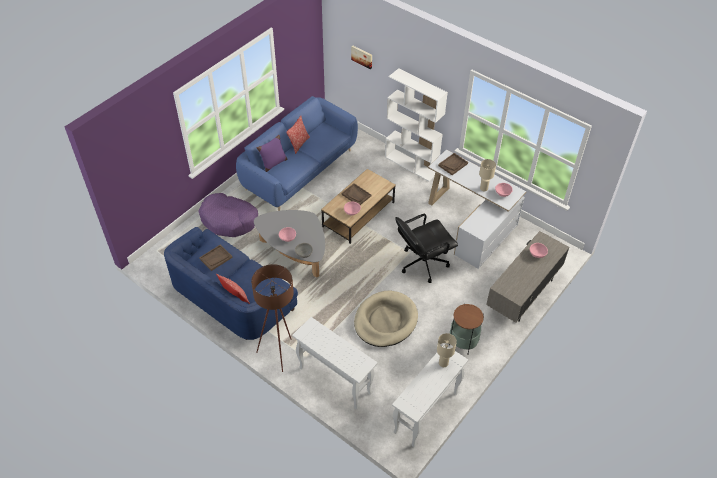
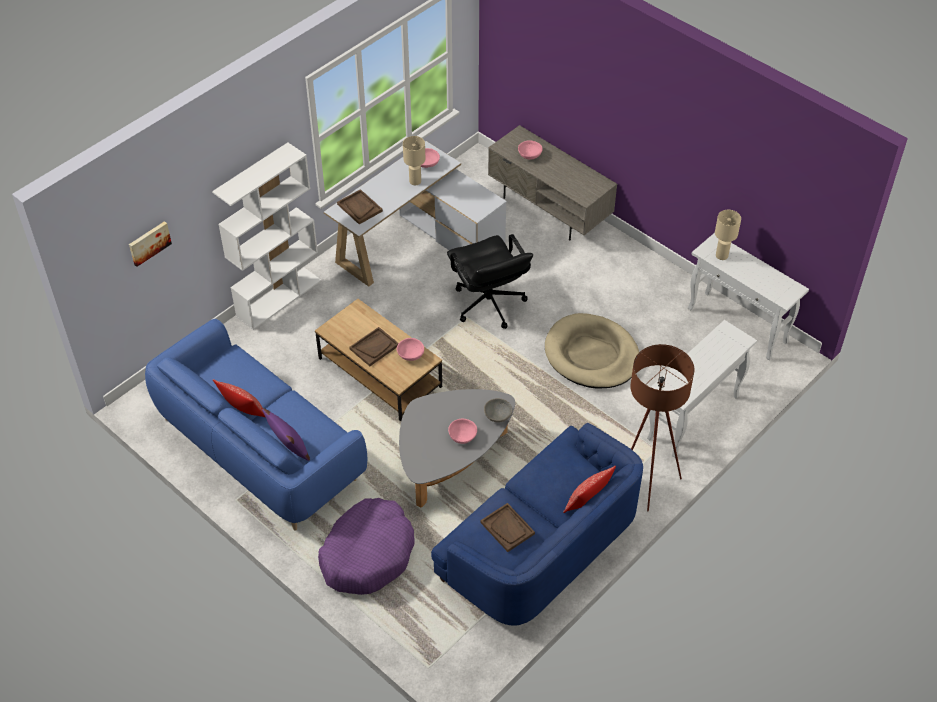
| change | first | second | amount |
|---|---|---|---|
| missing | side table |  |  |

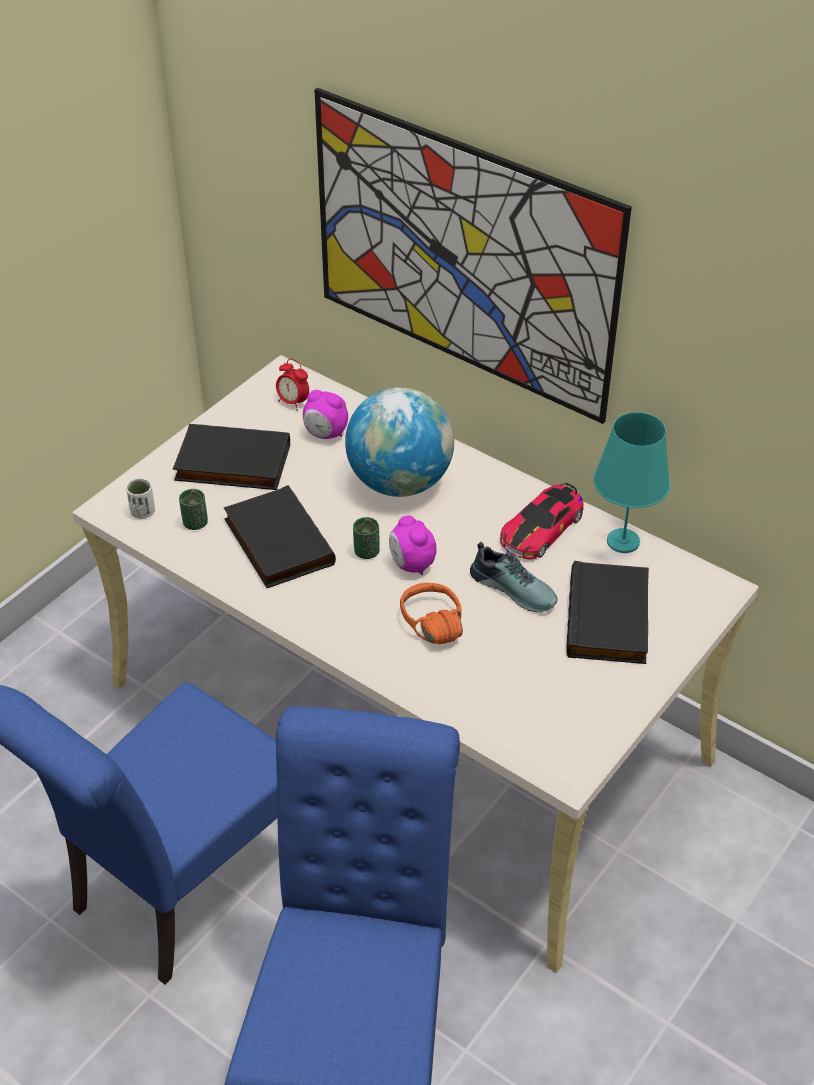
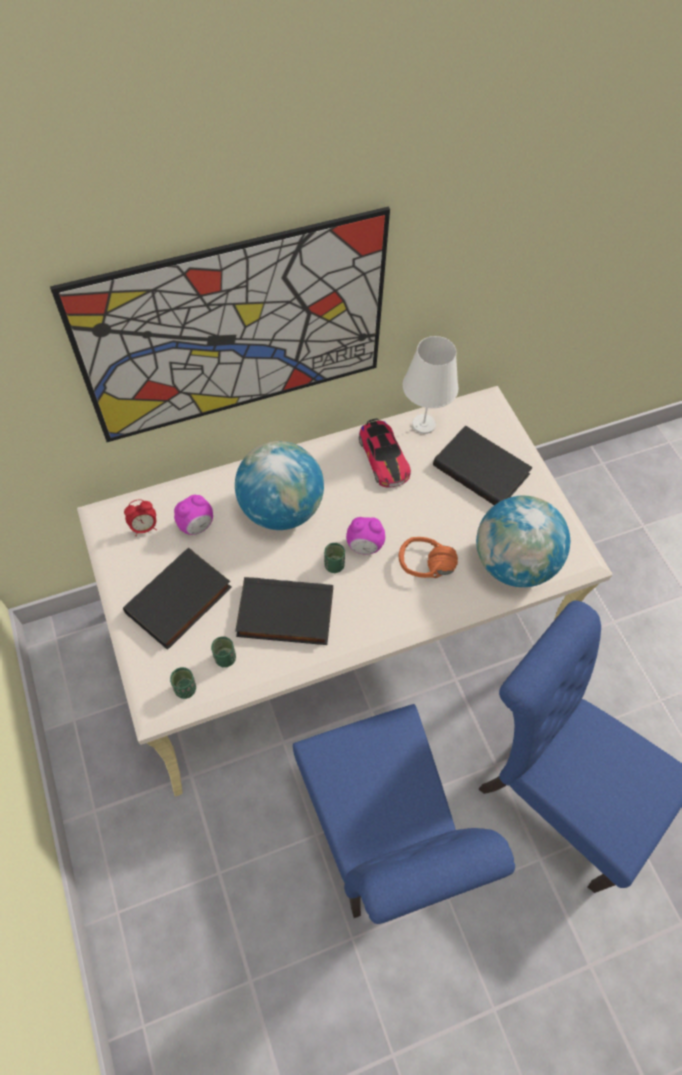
| change | first | second | amount |
|---|---|---|---|
| missing | shoe |  |  |
| appeared |  | globe (no. 2 from left) |  |
| colour | white cup | green cup (no. 1 from left) |  |
| colour | turquoise table lamp | white table lamp |  |

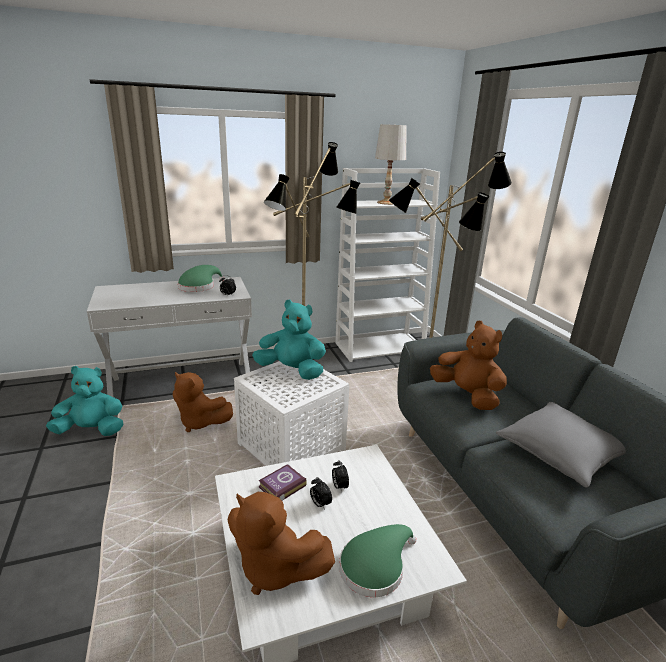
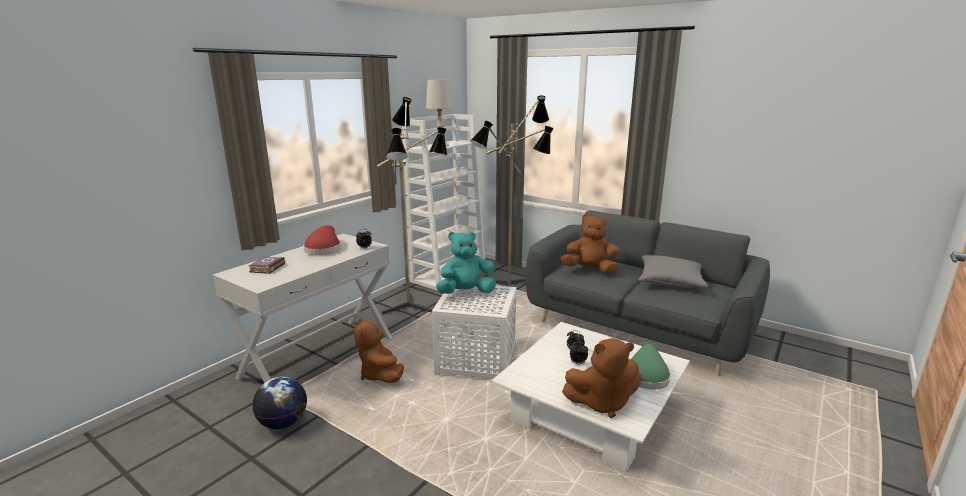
| change | first | second | amount |
|---|---|---|---|
| relocated | book |  |  |
| exchanged | turquoise plush toy (no. 1 from left) | globe |  |
| colour | green hat (no. 1 from left) | red hat |  |
| spun | brown plush toy (no. 1 from left) |  | 75 degrees clockwise |

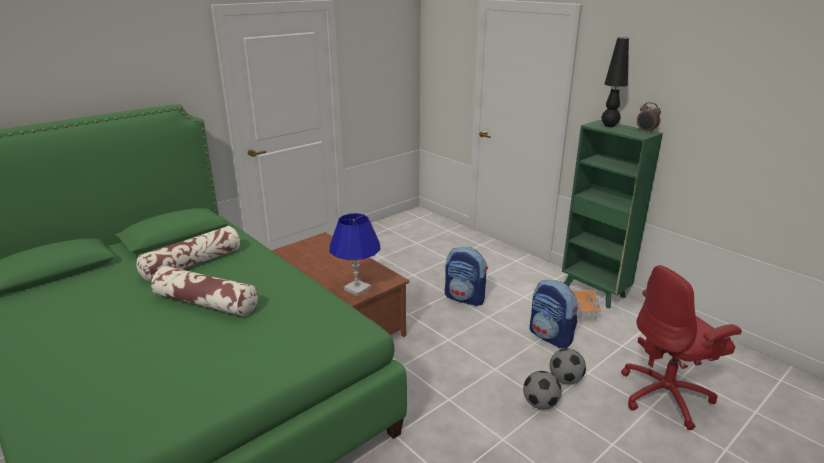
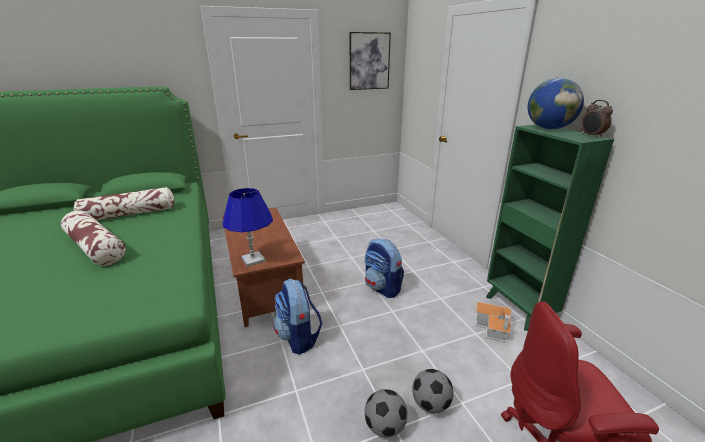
| change | first | second | amount |
|---|---|---|---|
| appeared |  | picture |  |
| relocated | backpack (no. 2 from left in the first image) | backpack (no. 1 from left) |  |
| exchanged | black table lamp | globe |  |

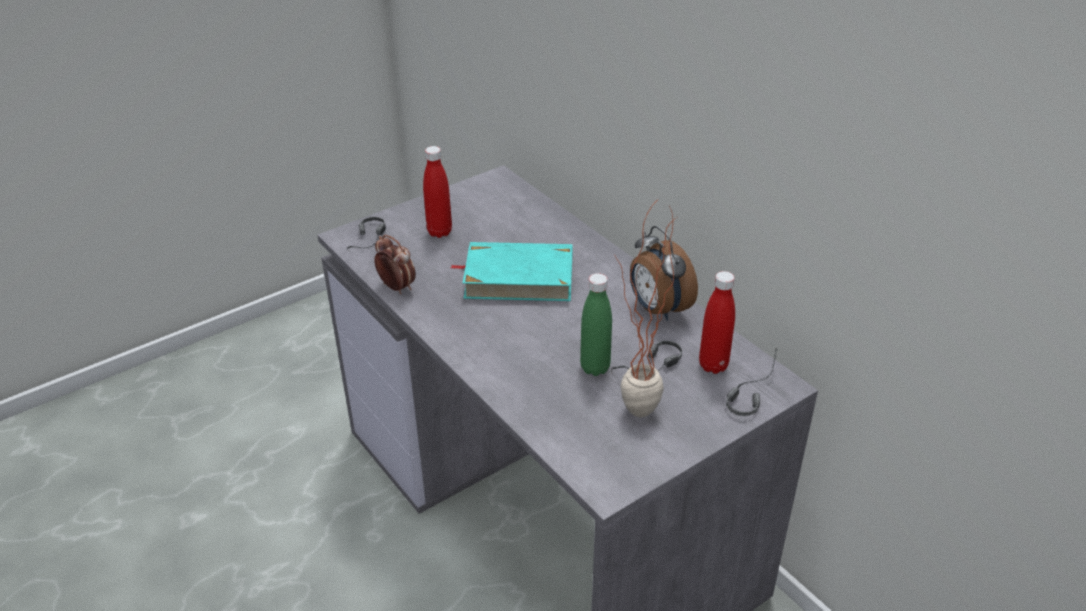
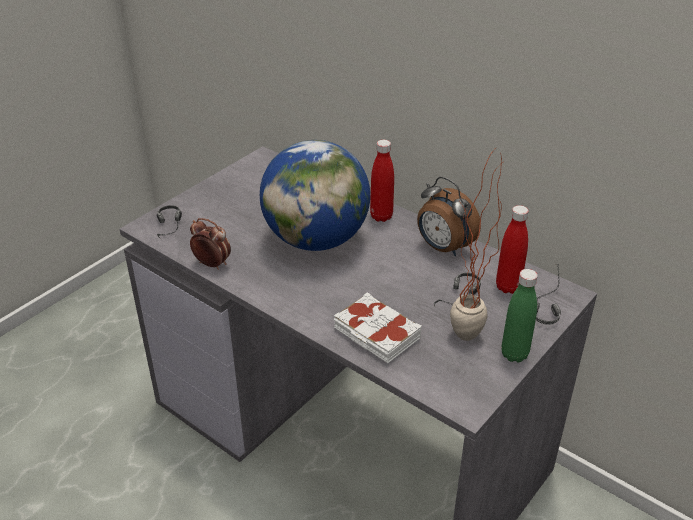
| change | first | second | amount |
|---|---|---|---|
| appeared |  | white book |  |
| relocated | red bottle (no. 1 from left) |  |  |
| relocated | green bottle |  |  |
| exchanged | turquoise book | globe |  |

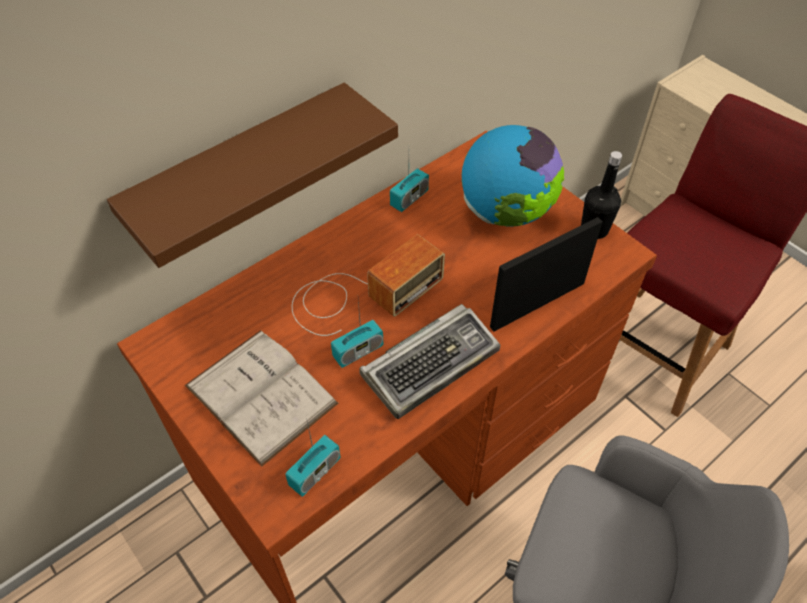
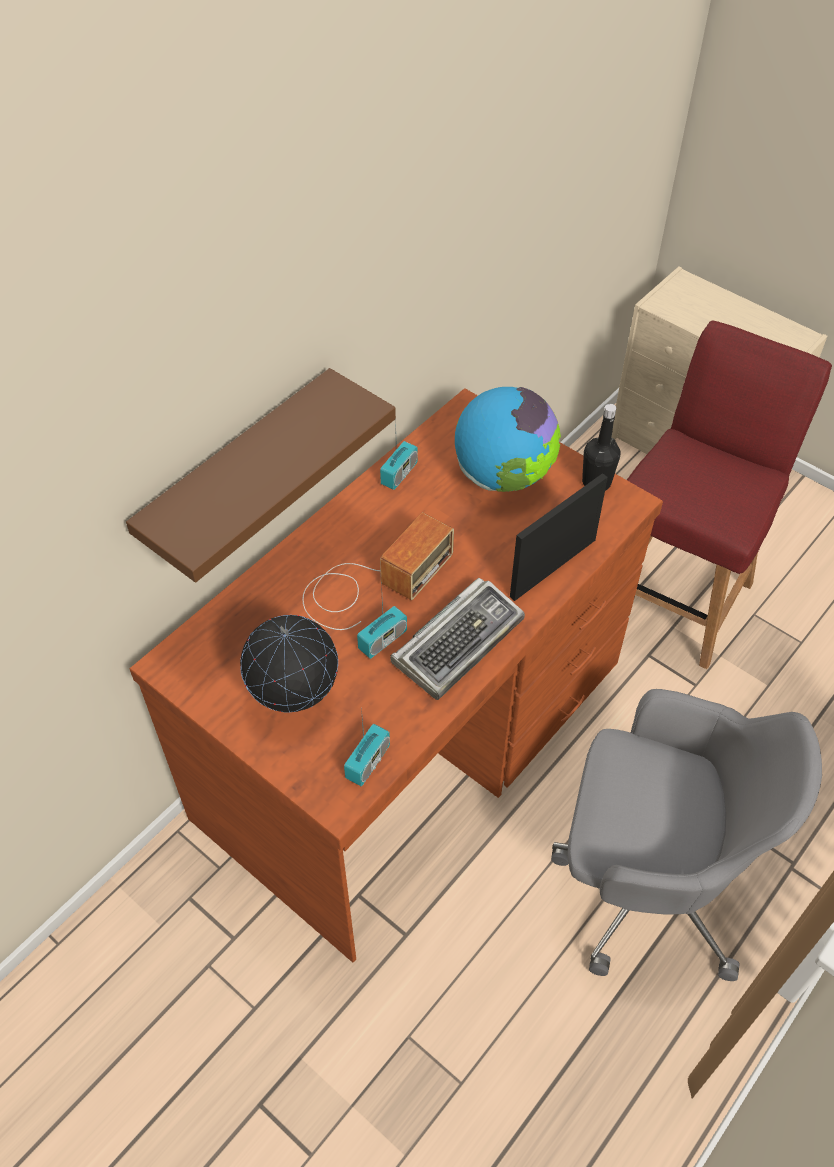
| change | first | second | amount |
|---|---|---|---|
| exchanged | white book | globe (no. 1 from left) |  |

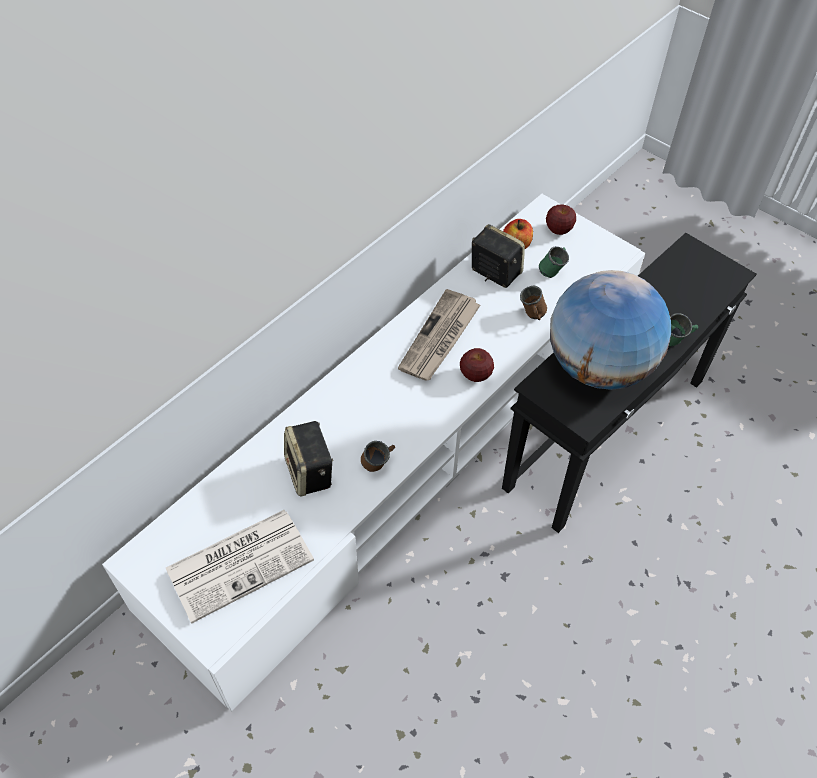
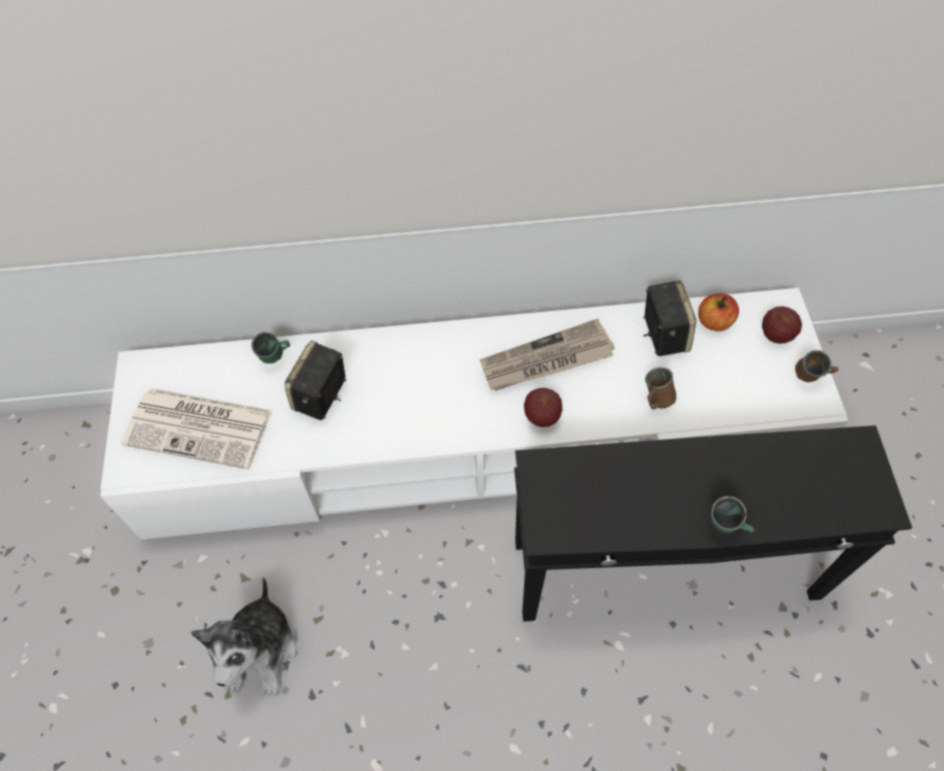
| change | first | second | amount |
|---|---|---|---|
| missing | globe |  |  |
| appeared |  | plush toy |  |
| relocated | brown mug (no. 1 from left in the first image) | brown mug (no. 2 from left) |  |
| relocated | green mug (no. 1 from left) |  |  |

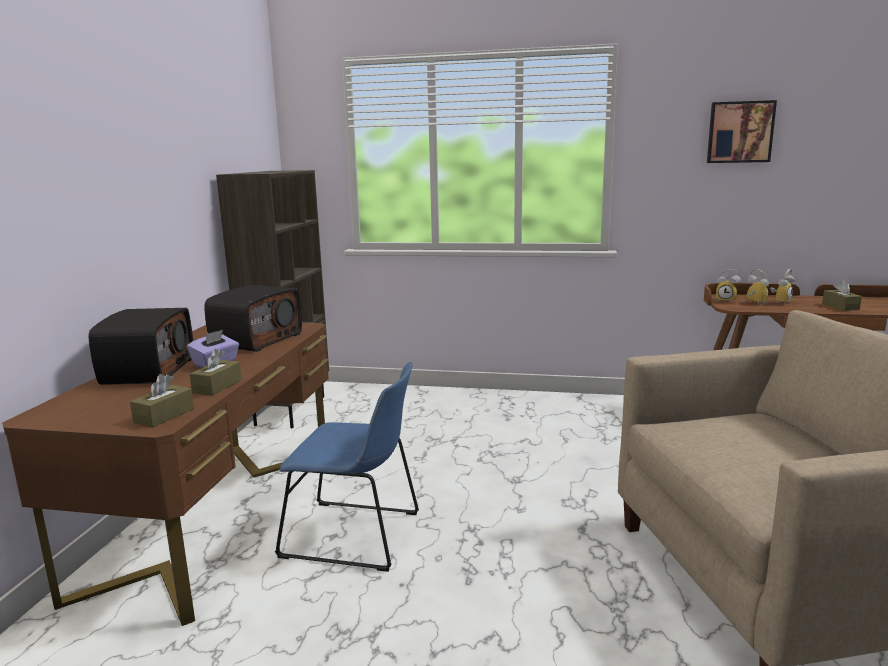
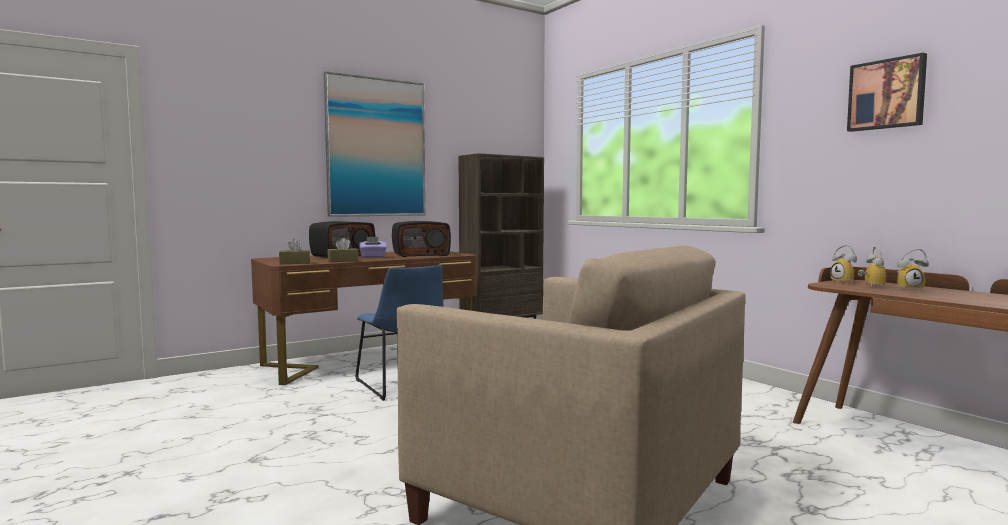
| change | first | second | amount |
|---|---|---|---|
| missing | brown tissue box (no. 3 from left) |  |  |
| appeared |  | picture (no. 1 from left) |  |

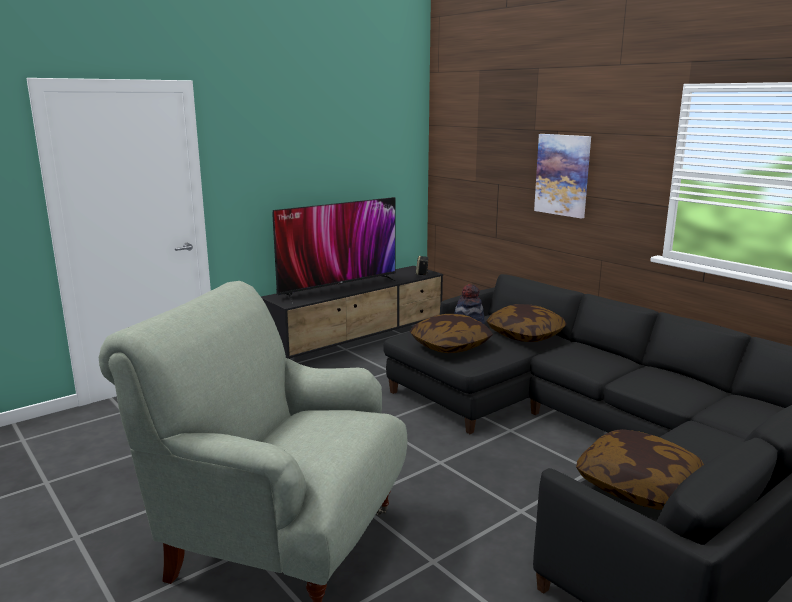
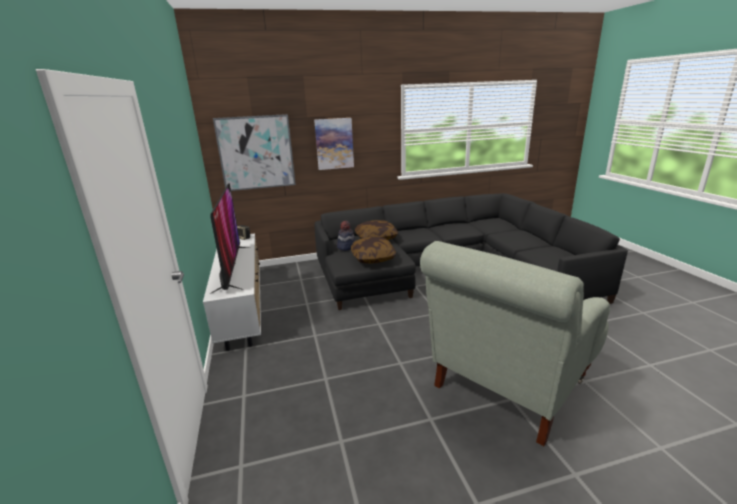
| change | first | second | amount |
|---|---|---|---|
| missing | pillow (no. 3 from left) |  |  |
| appeared |  | picture (no. 1 from left) |  |
| colour | black tv stand | white tv stand |  |

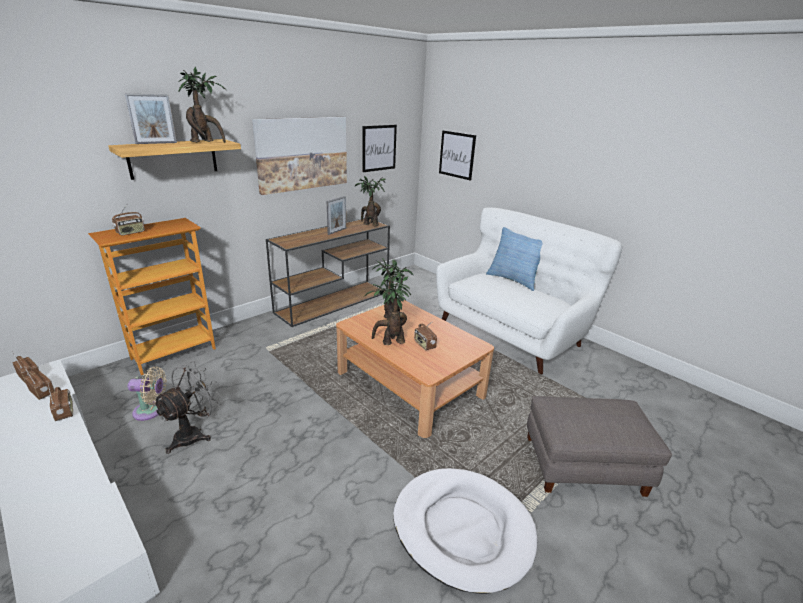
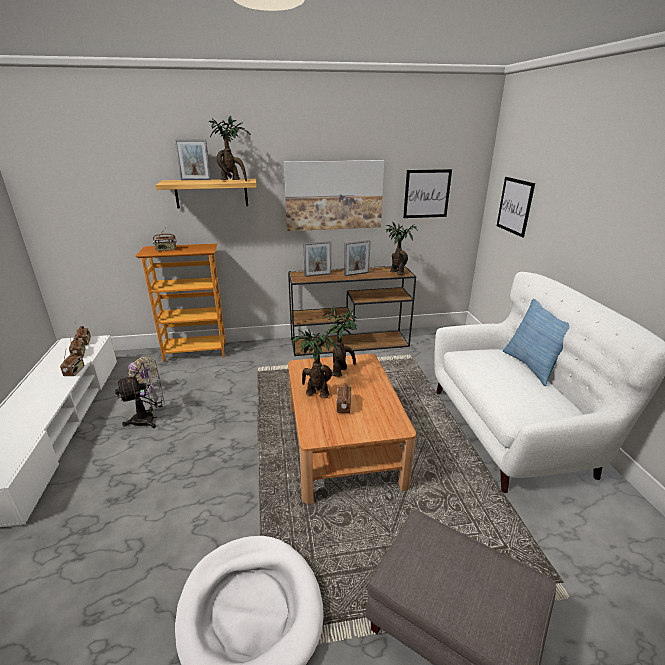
| change | first | second | amount |
|---|---|---|---|
| appeared |  | picture frame (no. 2 from left) |  |

